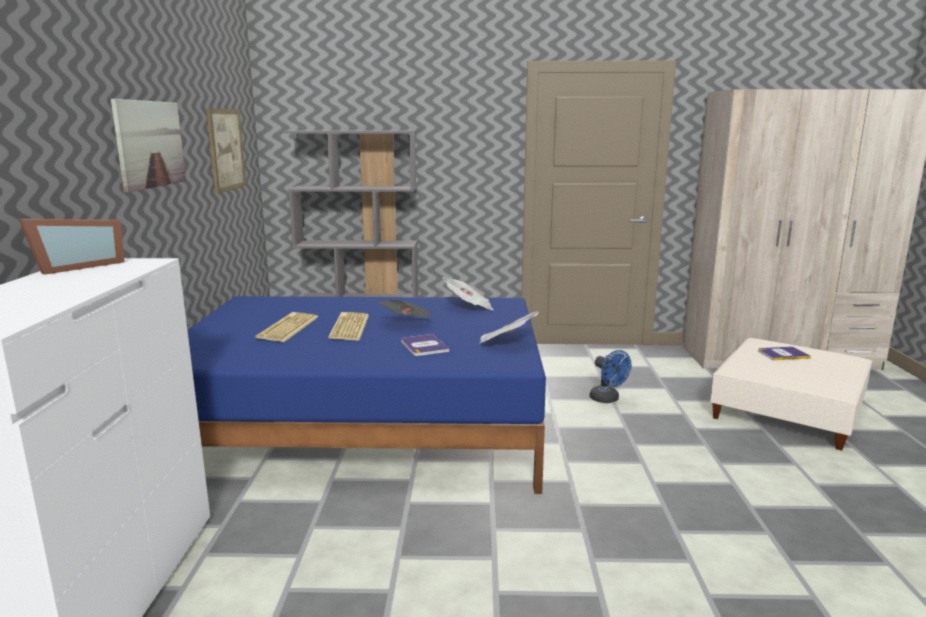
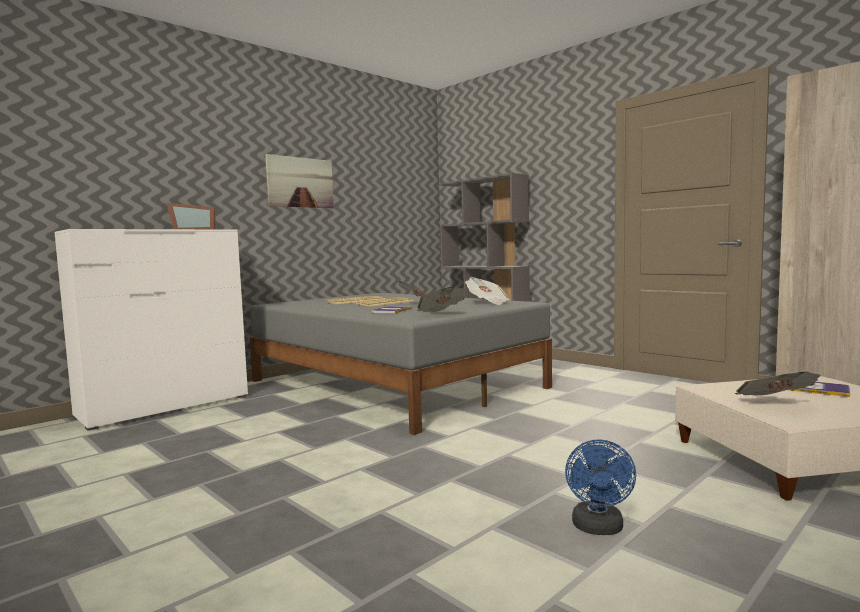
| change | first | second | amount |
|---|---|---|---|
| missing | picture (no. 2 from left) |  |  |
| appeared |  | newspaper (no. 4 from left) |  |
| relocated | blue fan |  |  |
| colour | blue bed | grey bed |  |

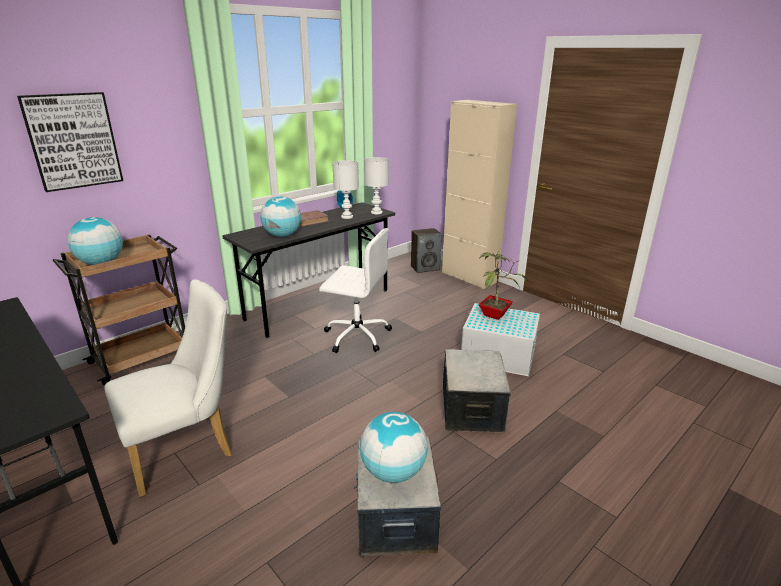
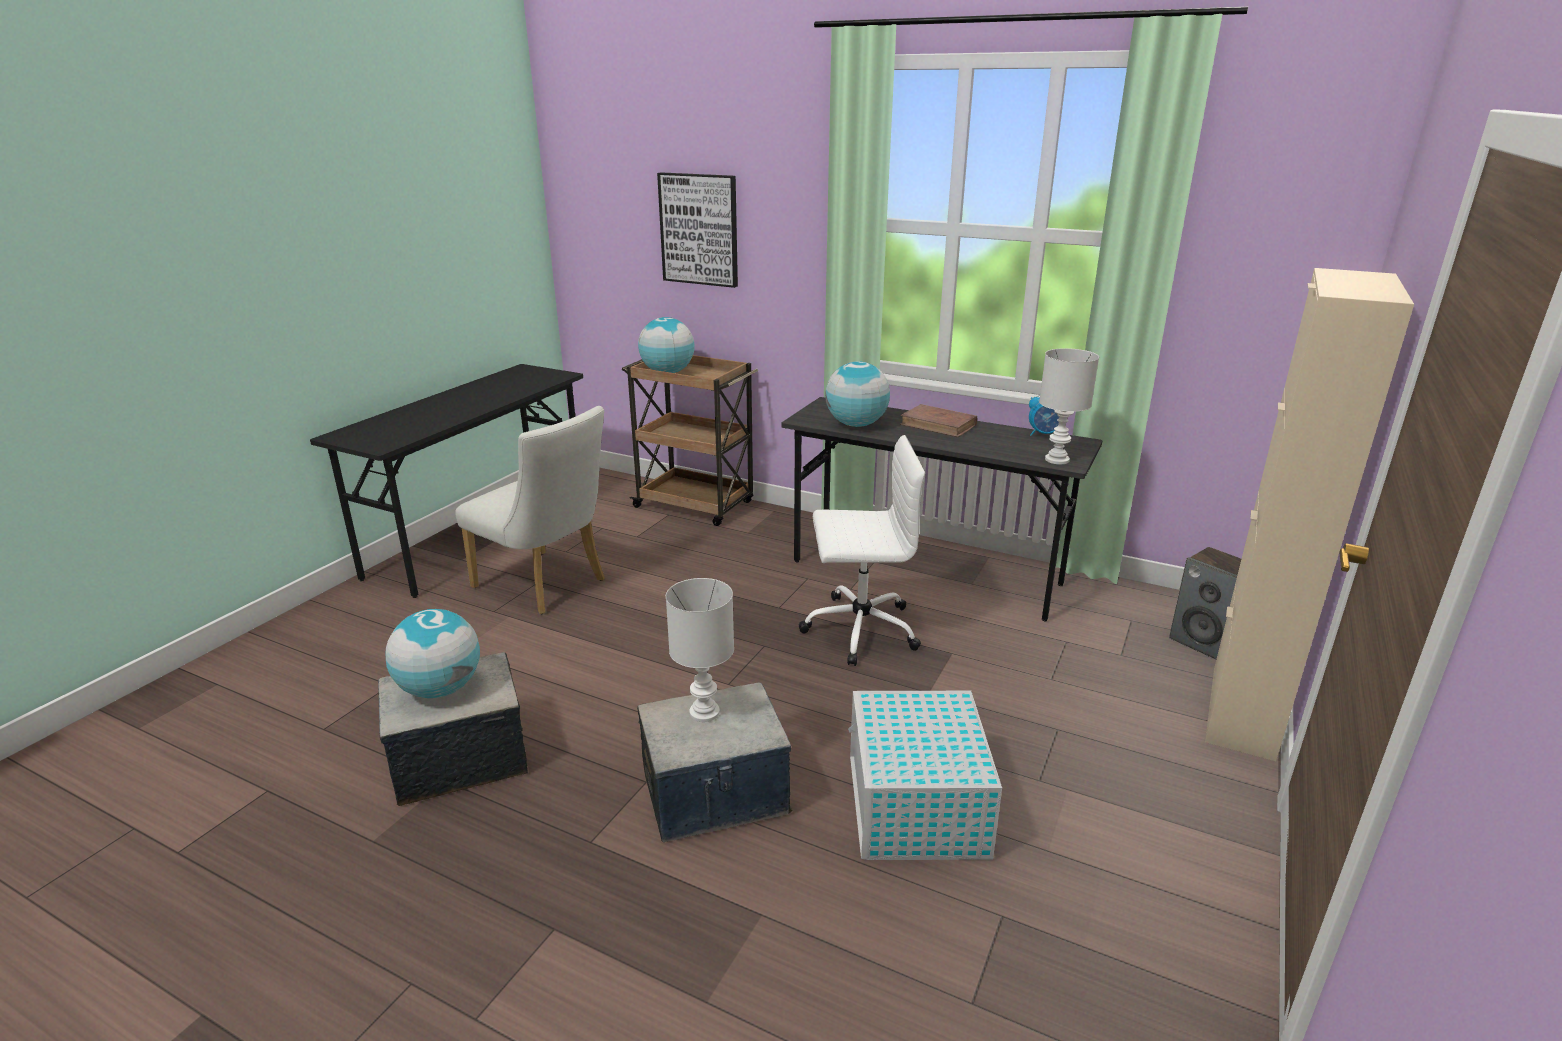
| change | first | second | amount |
|---|---|---|---|
| missing | potted plant |  |  |
| relocated | white table lamp (no. 1 from left) |  |  |
| spun | white office chair |  | 90 degrees counterclockwise |

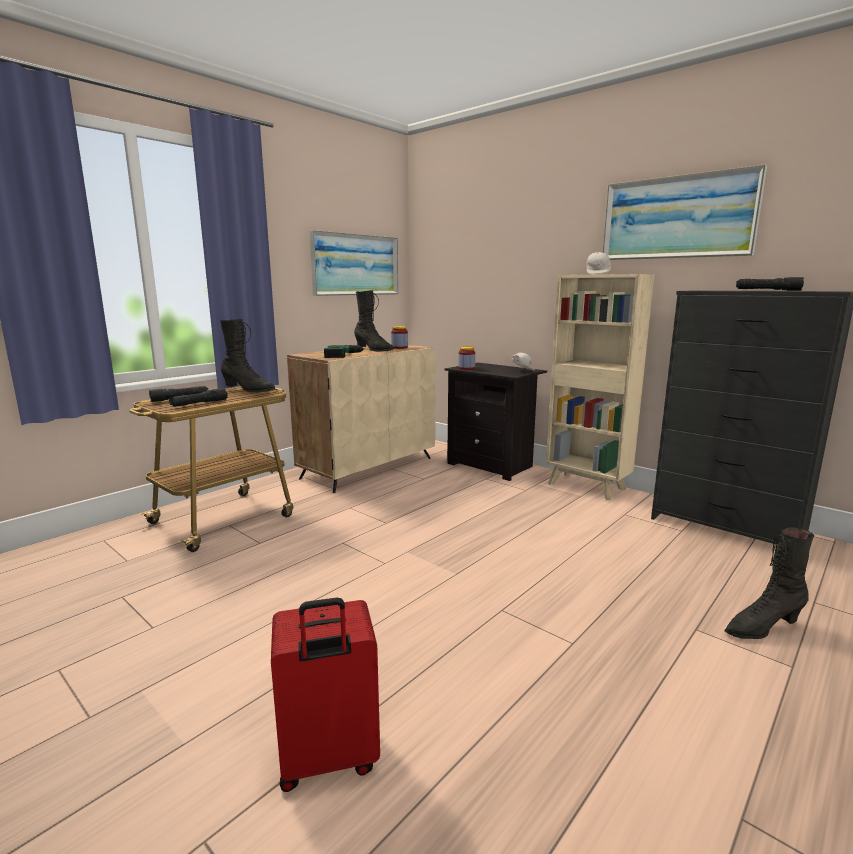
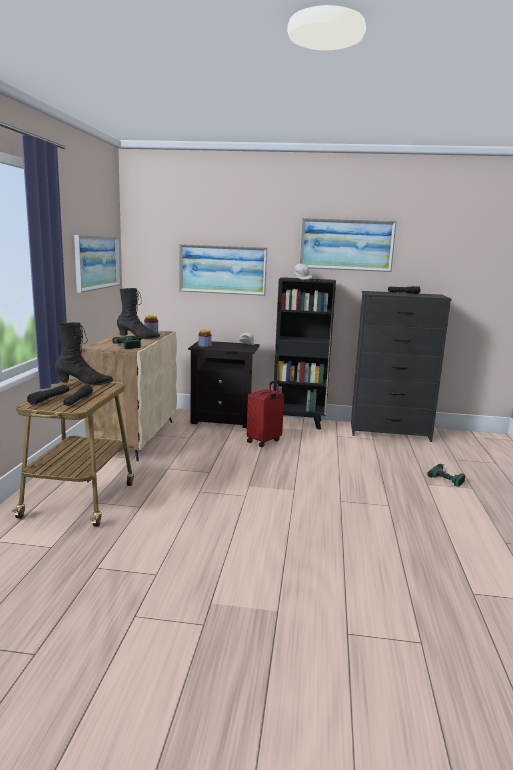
| change | first | second | amount |
|---|---|---|---|
| appeared |  | picture (no. 2 from left) |  |
| relocated | red suitcase |  |  |
| exchanged | black boot (no. 3 from left) | power drill (no. 2 from left) |  |
| colour | beige bookcase | black bookcase |  |

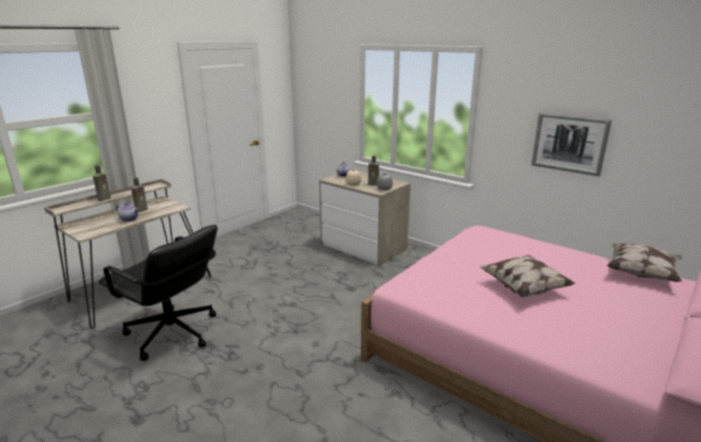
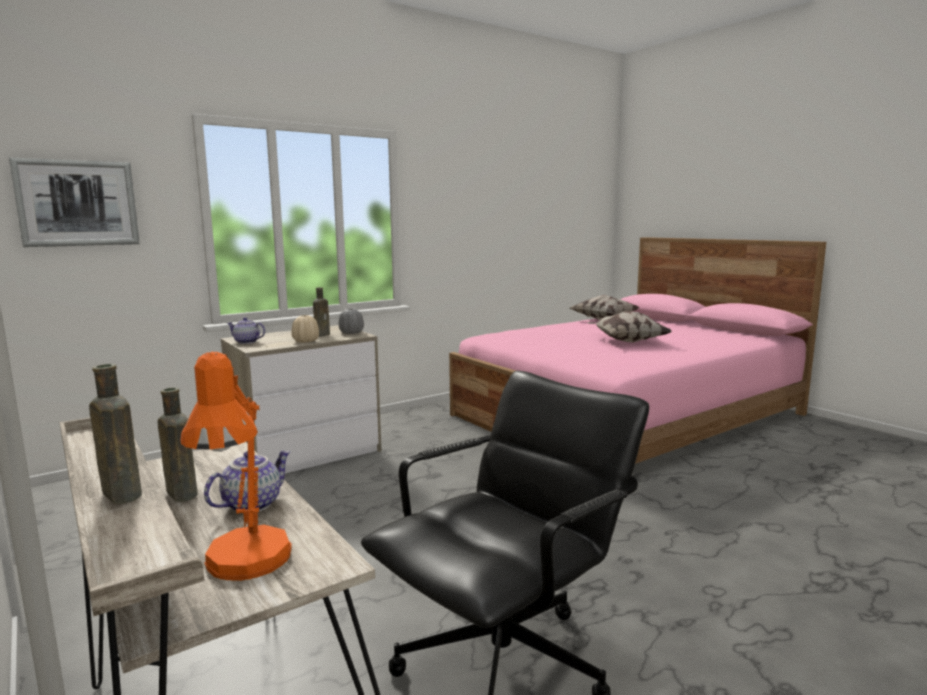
| change | first | second | amount |
|---|---|---|---|
| appeared |  | orange table lamp |  |
| relocated | picture |  |  |

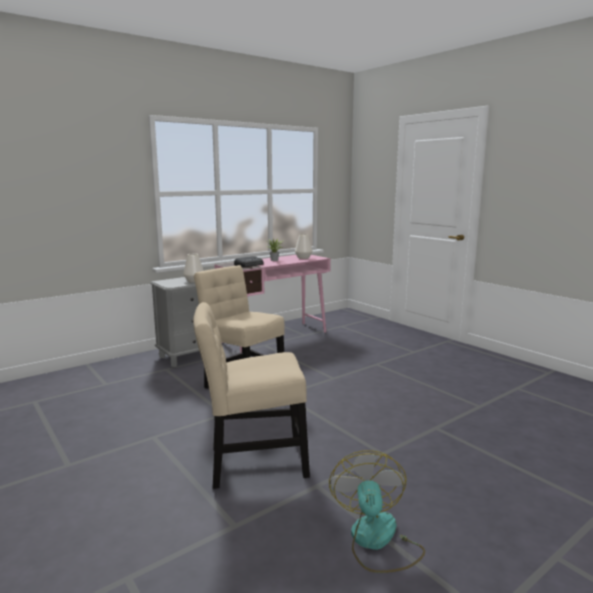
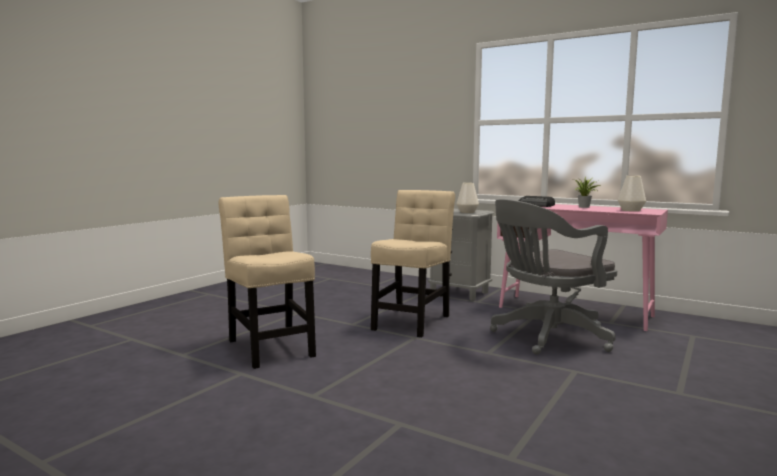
| change | first | second | amount |
|---|---|---|---|
| missing | fan |  |  |
| appeared |  | grey office chair |  |

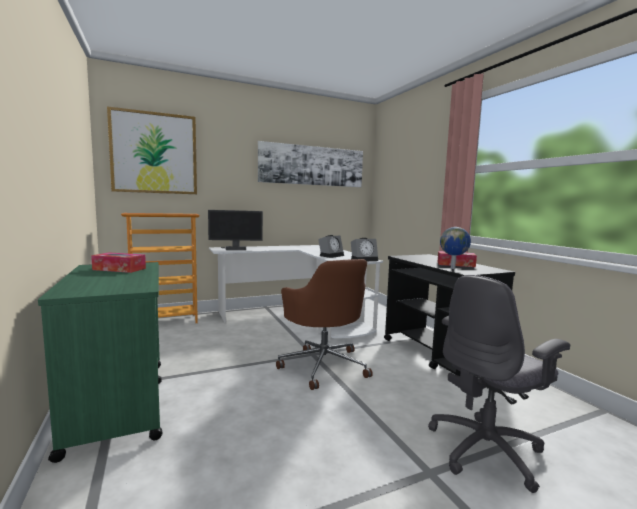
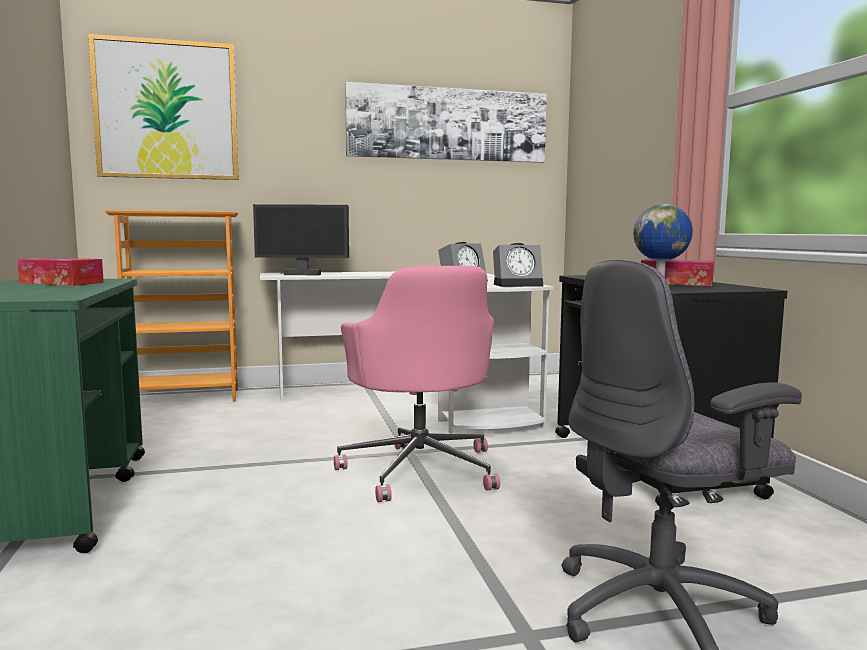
| change | first | second | amount |
|---|---|---|---|
| colour | brown office chair | pink office chair |  |

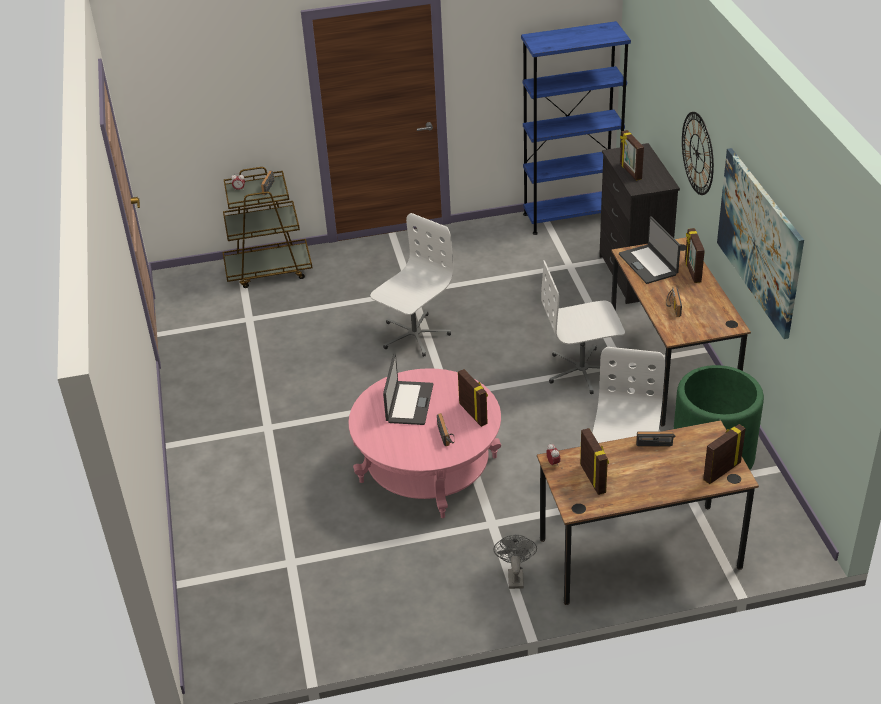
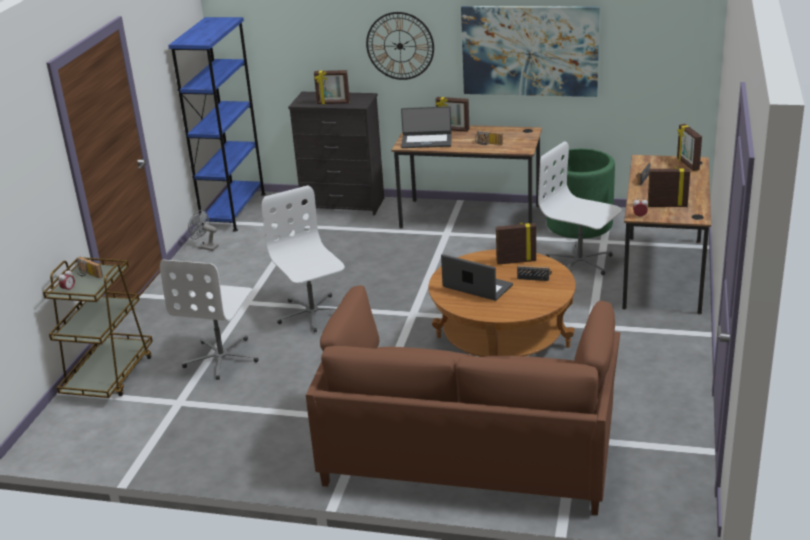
| change | first | second | amount |
|---|---|---|---|
| appeared |  | brown sofa |  |
| relocated | grey fan |  |  |
| relocated | white office chair (no. 2 from left in the first image) | white office chair (no. 1 from left) |  |
| colour | pink coffee table | brown coffee table |  |

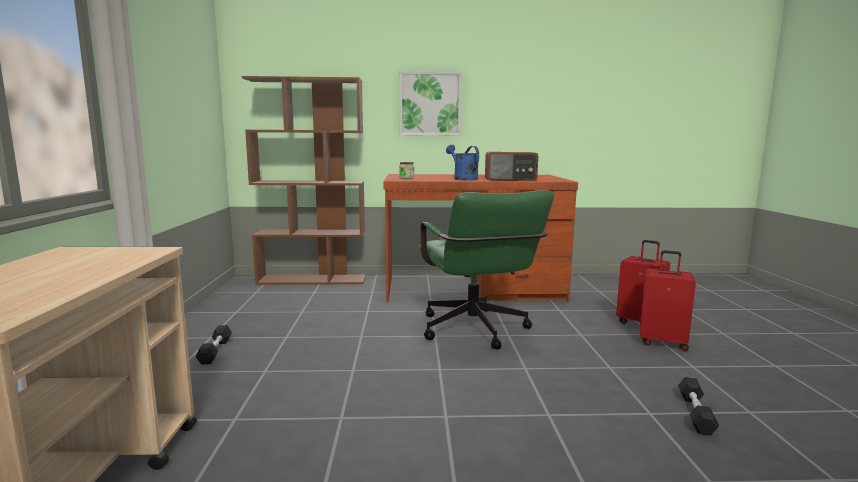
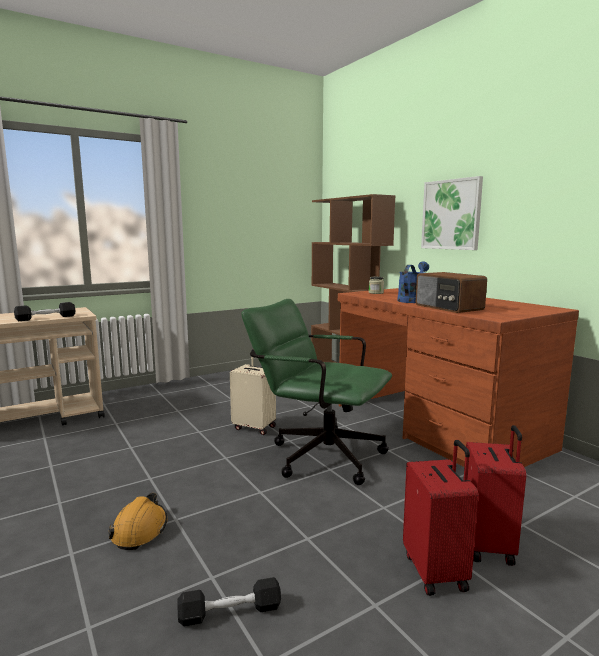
| change | first | second | amount |
|---|---|---|---|
| appeared |  | orange hard hat |  |
| appeared |  | beige suitcase |  |
| relocated | black dumbbell (no. 1 from left) |  |  |
| spun | green office chair |  | 75 degrees clockwise |

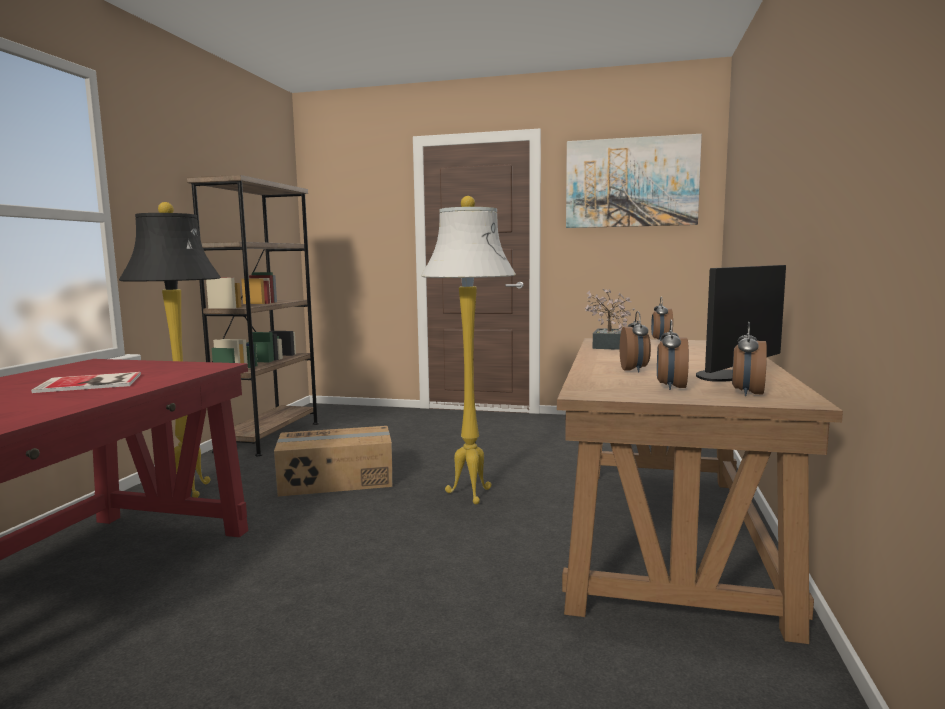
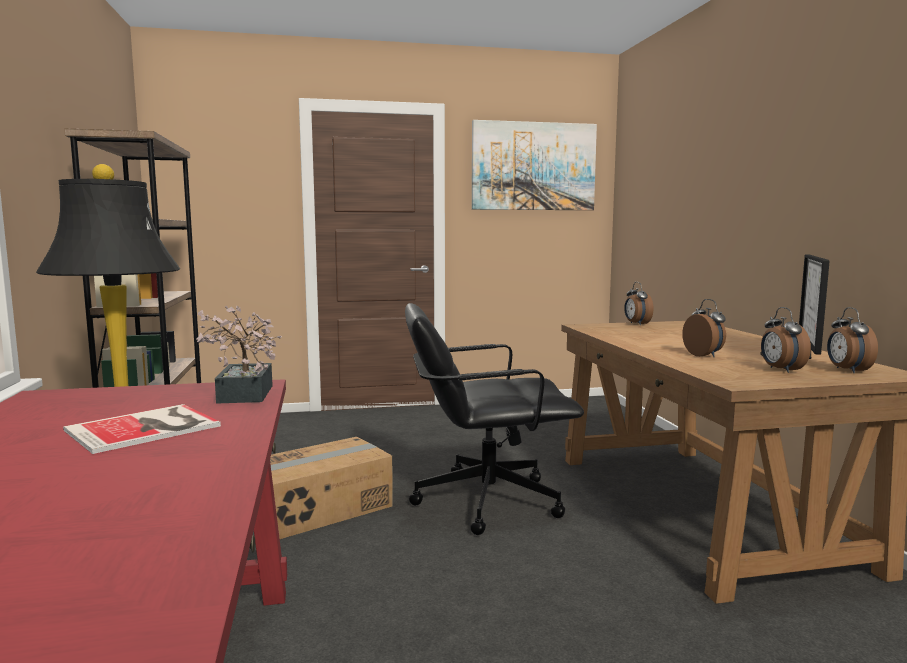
| change | first | second | amount |
|---|---|---|---|
| relocated | potted plant |  |  |
| exchanged | white floor lamp | black office chair |  |

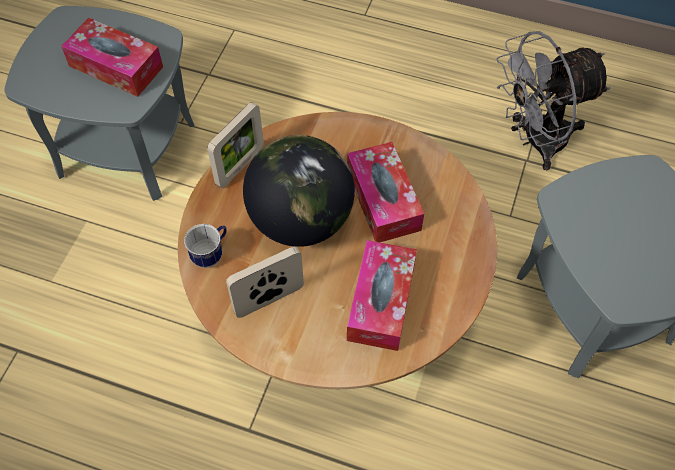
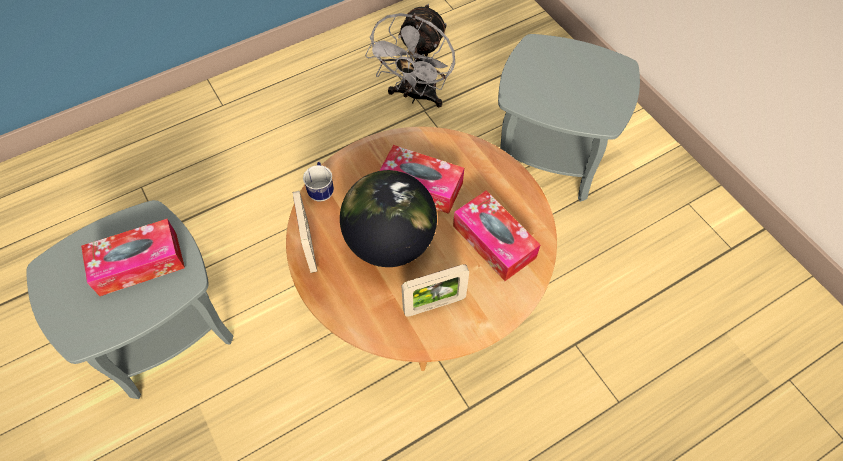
| change | first | second | amount |
|---|---|---|---|
| relocated | mug |  |  |
| spun | picture frame (no. 2 from left) |  | 120 degrees counterclockwise |

